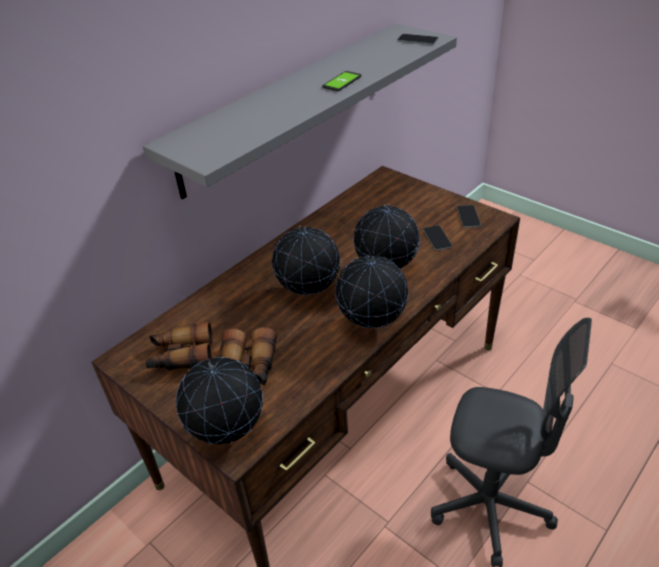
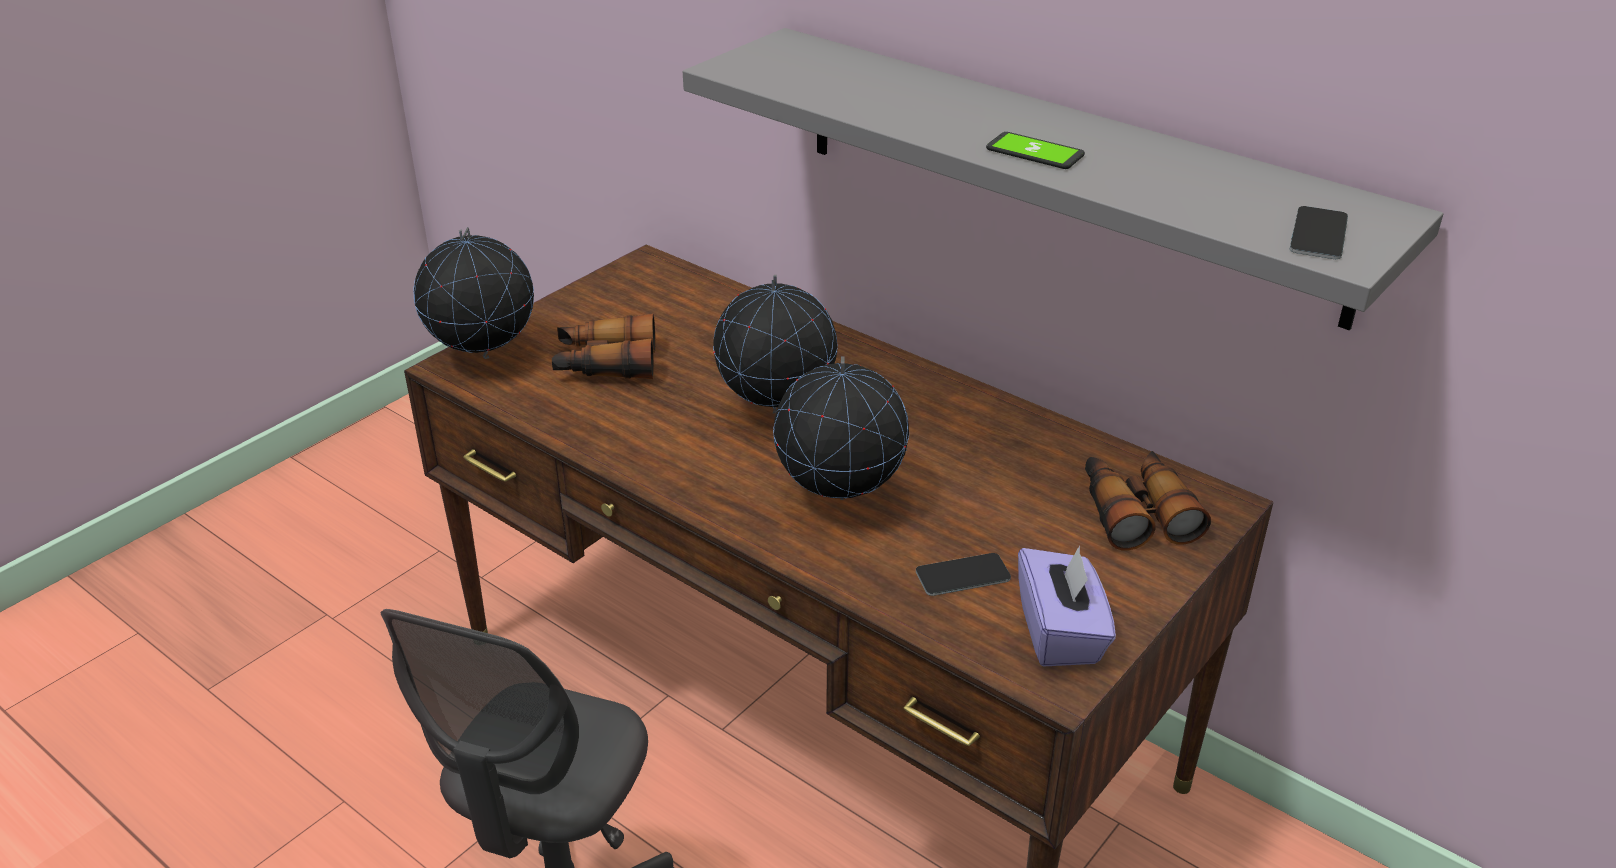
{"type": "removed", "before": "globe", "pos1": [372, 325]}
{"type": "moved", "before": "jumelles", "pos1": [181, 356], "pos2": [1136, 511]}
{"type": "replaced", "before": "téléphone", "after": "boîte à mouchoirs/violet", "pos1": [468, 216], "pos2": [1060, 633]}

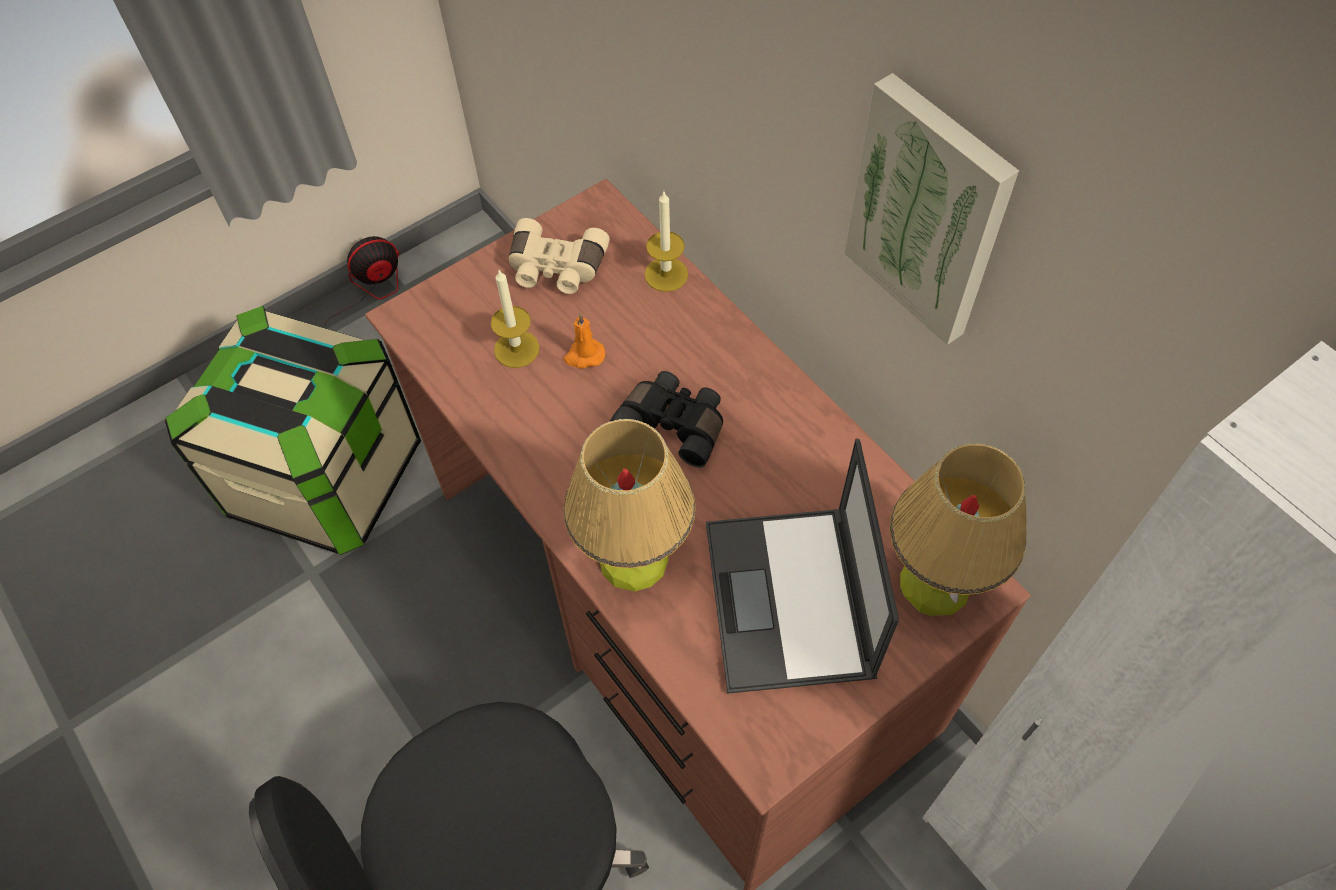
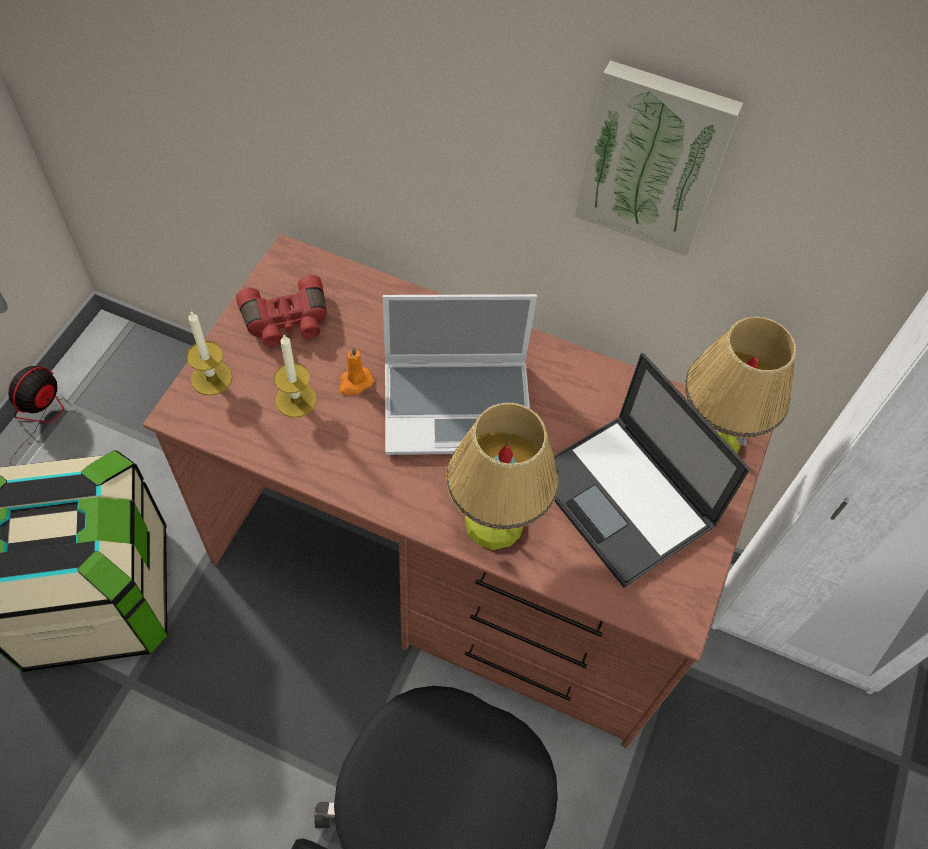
{"type": "moved", "before": "bougie", "pos1": [666, 274], "pos2": [211, 378]}
{"type": "replaced", "before": "jumelles/noir", "after": "ordinateur portable", "pos1": [674, 424], "pos2": [459, 406]}
{"type": "recoloured", "before": "jumelles/beige", "after": "jumelles/rouge", "pos1": [556, 269], "pos2": [286, 322]}

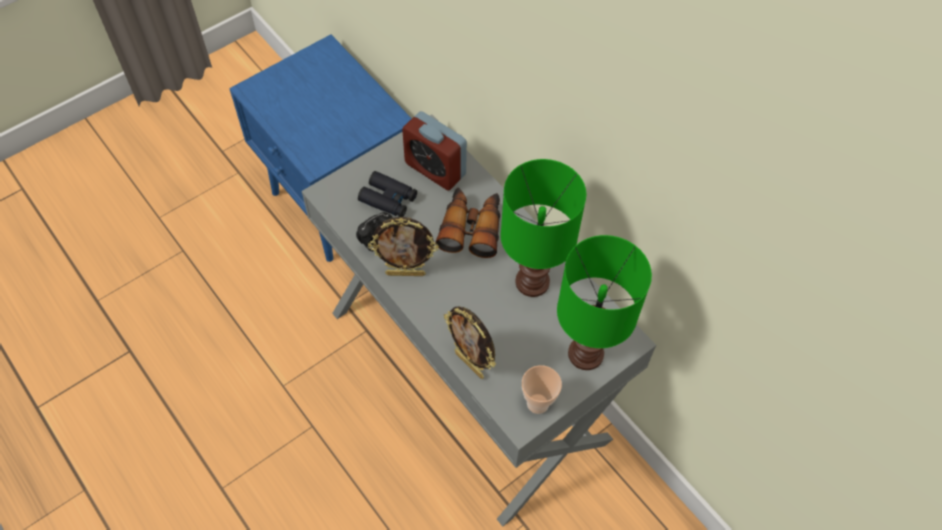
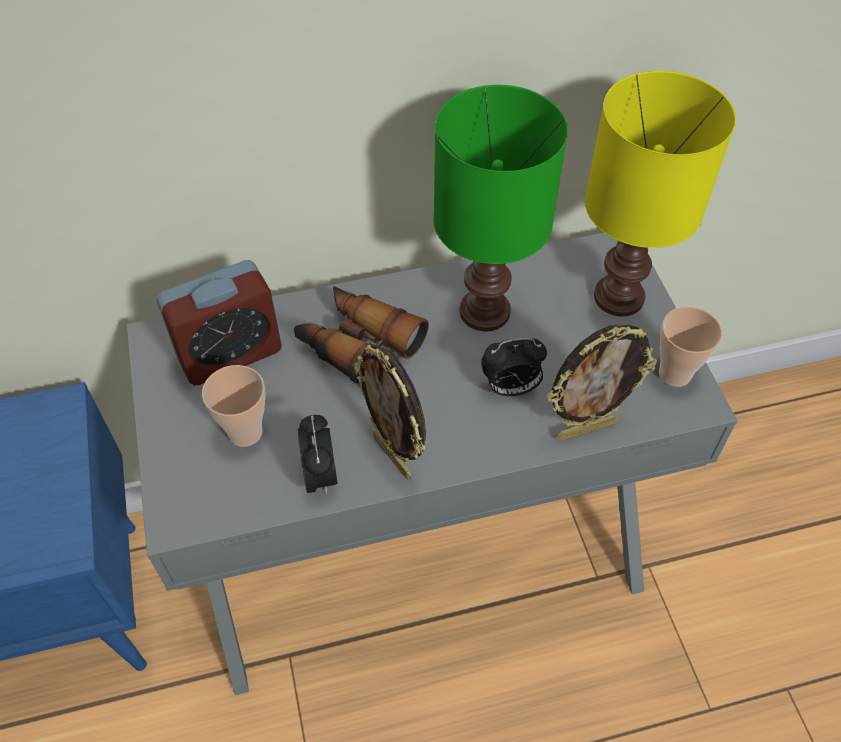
{"type": "added", "after": "réveil", "pos2": [510, 388]}
{"type": "replaced", "before": "jumelles/noir", "after": "tasse", "pos1": [388, 199], "pos2": [245, 432]}
{"type": "recoloured", "before": "lampe de table/vert", "after": "lampe de table/jaune", "pos1": [585, 352], "pos2": [616, 297]}
{"type": "turned", "before": "cadre photo", "pos1": [406, 273], "pos2": [394, 456], "turn": 120}

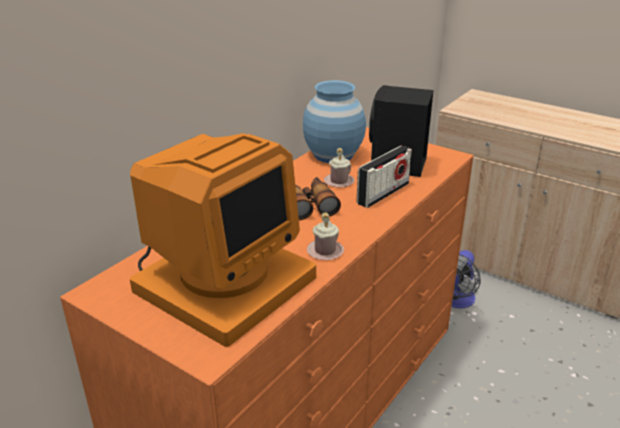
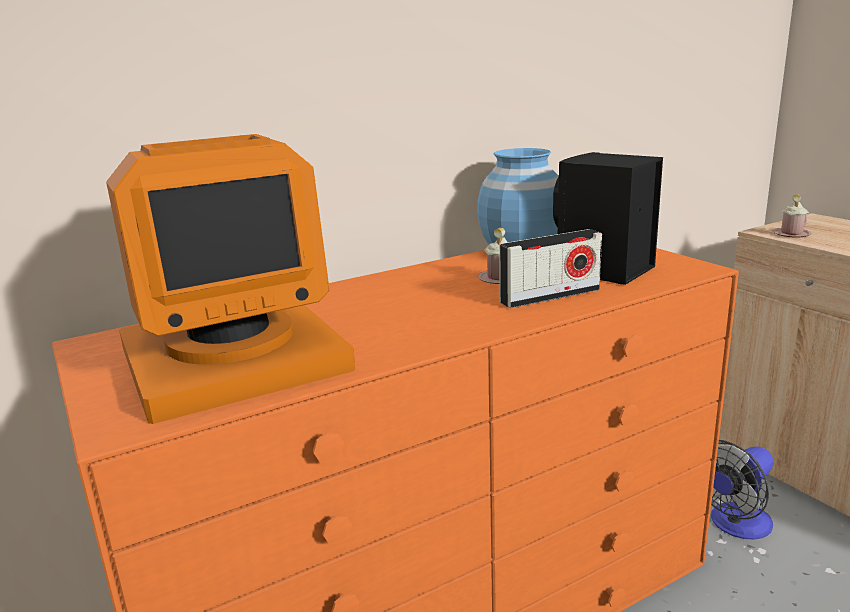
{"type": "removed", "before": "jumelles", "pos1": [308, 204]}
{"type": "moved", "before": "mug/rose", "pos1": [325, 251], "pos2": [791, 234]}

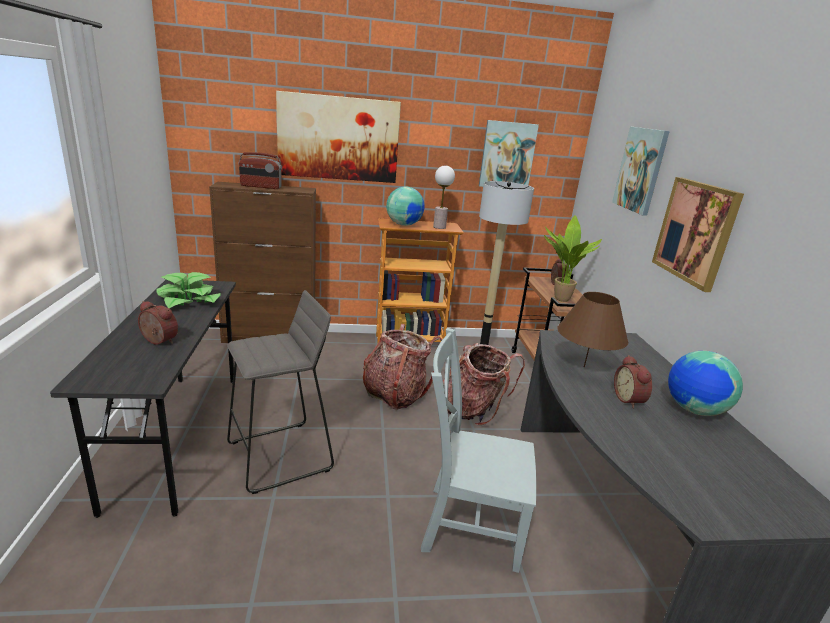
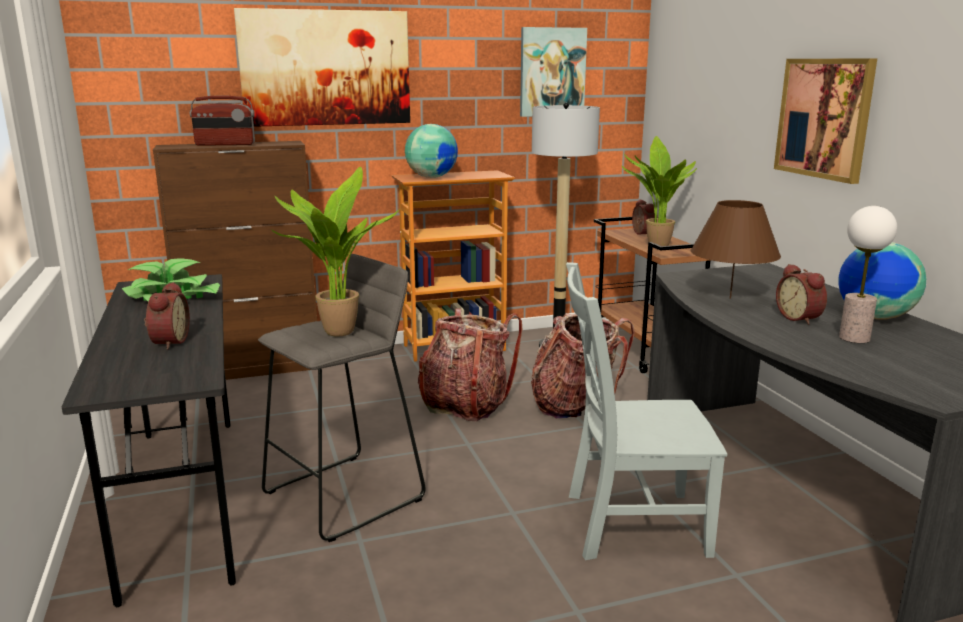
{"type": "removed", "before": "tableau", "pos1": [641, 170]}
{"type": "added", "after": "plante en pot", "pos2": [335, 331]}
{"type": "moved", "before": "lampe de table", "pos1": [439, 227], "pos2": [854, 338]}
{"type": "turned", "before": "réveil", "pos1": [158, 341], "pos2": [168, 342], "turn": 75}

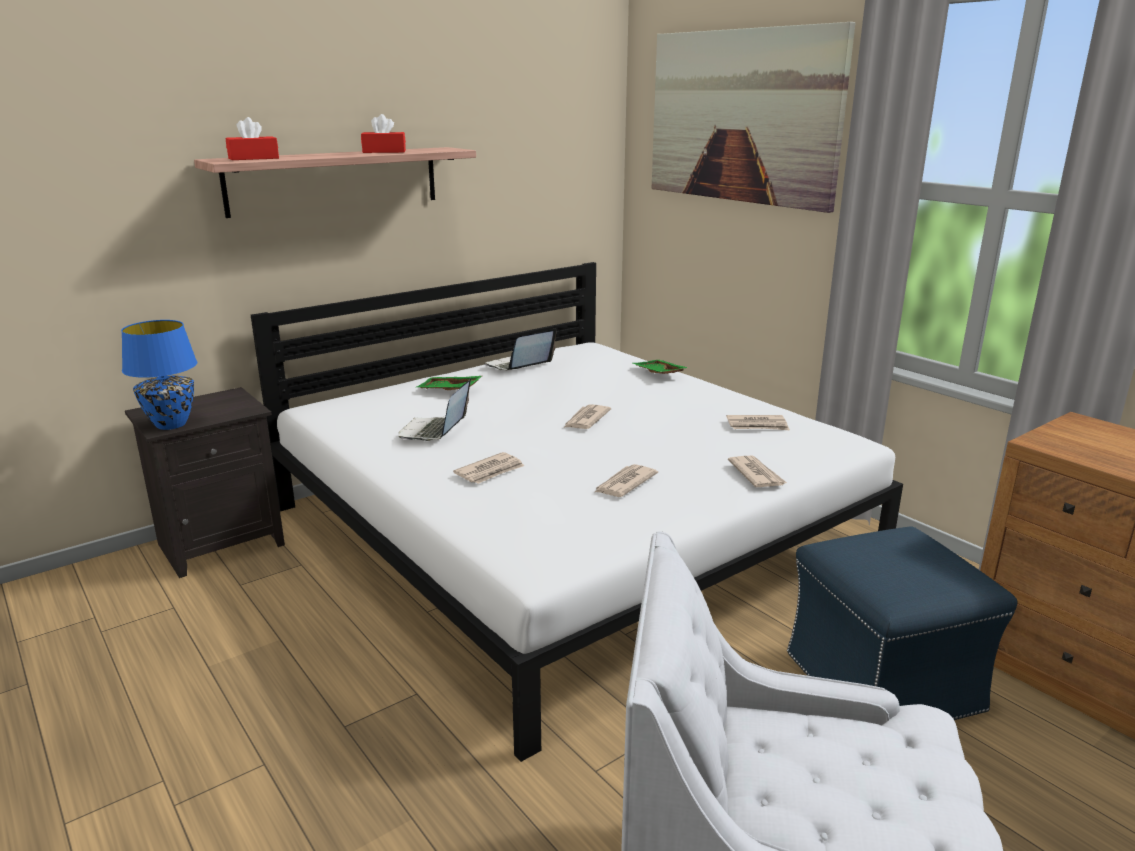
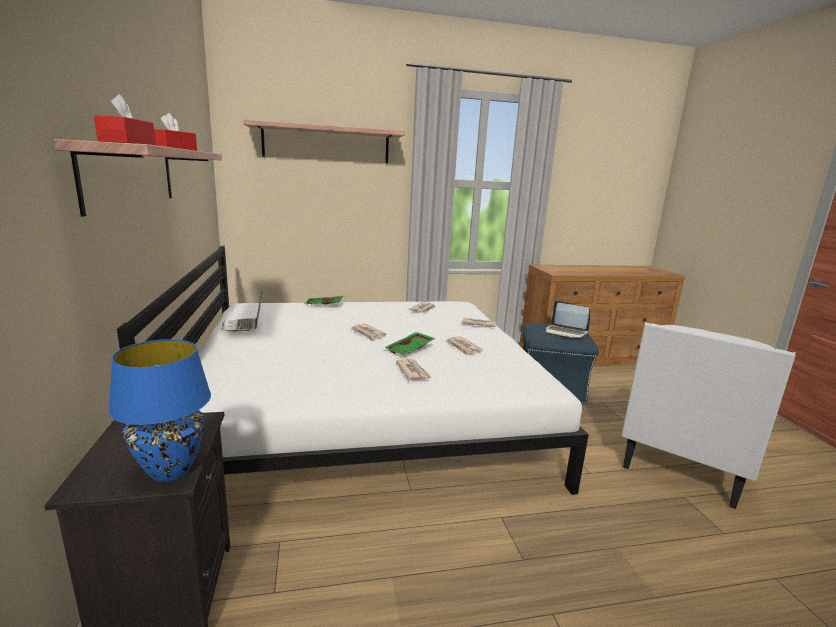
{"type": "moved", "before": "ordinateur portable", "pos1": [434, 431], "pos2": [565, 332]}
{"type": "moved", "before": "plateau/vert", "pos1": [449, 390], "pos2": [410, 349]}
{"type": "replaced", "before": "tableau", "after": "étagère", "pos1": [742, 116], "pos2": [326, 144]}

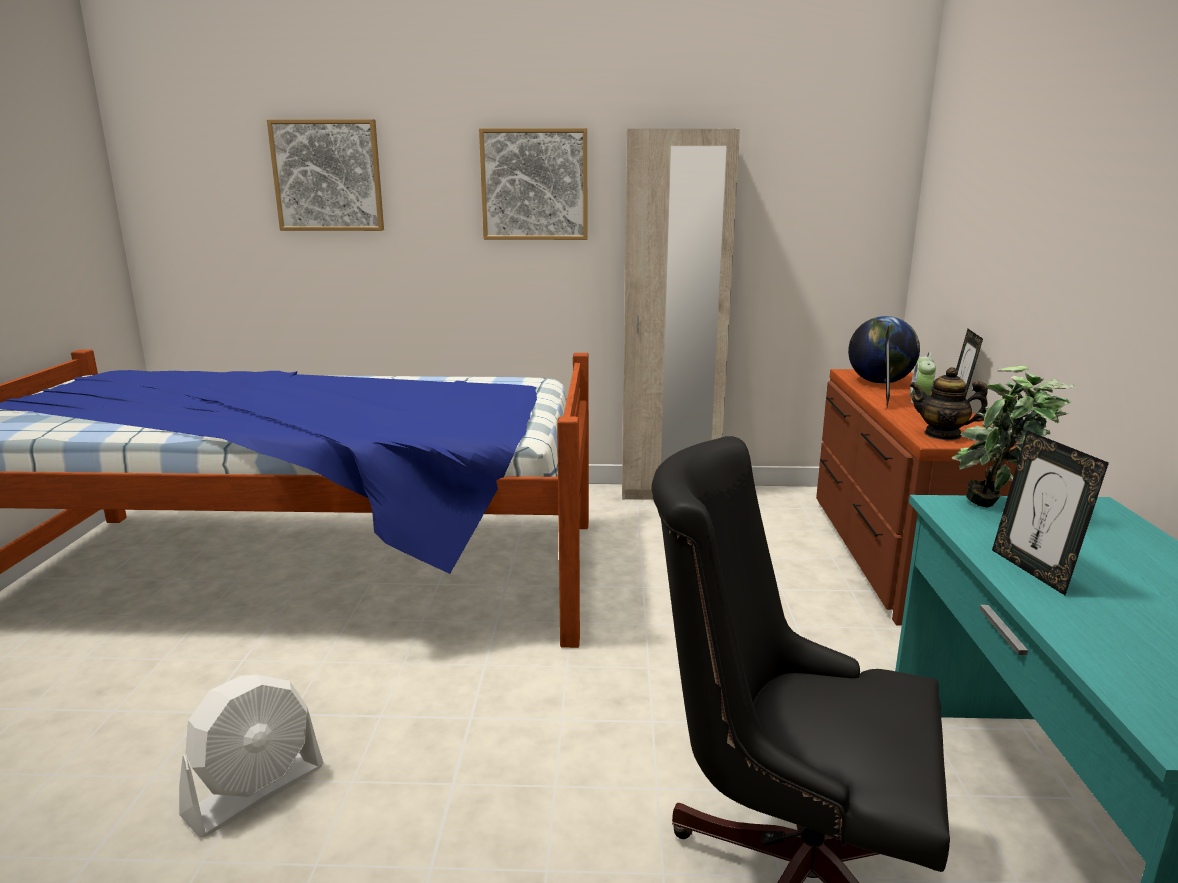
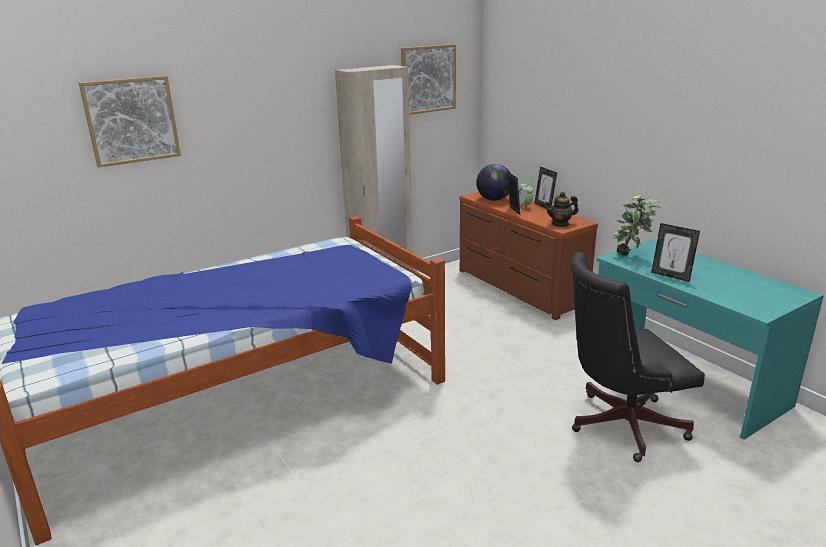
{"type": "removed", "before": "ventilateur/blanc", "pos1": [255, 790]}
{"type": "moved", "before": "tableau", "pos1": [534, 185], "pos2": [428, 79]}

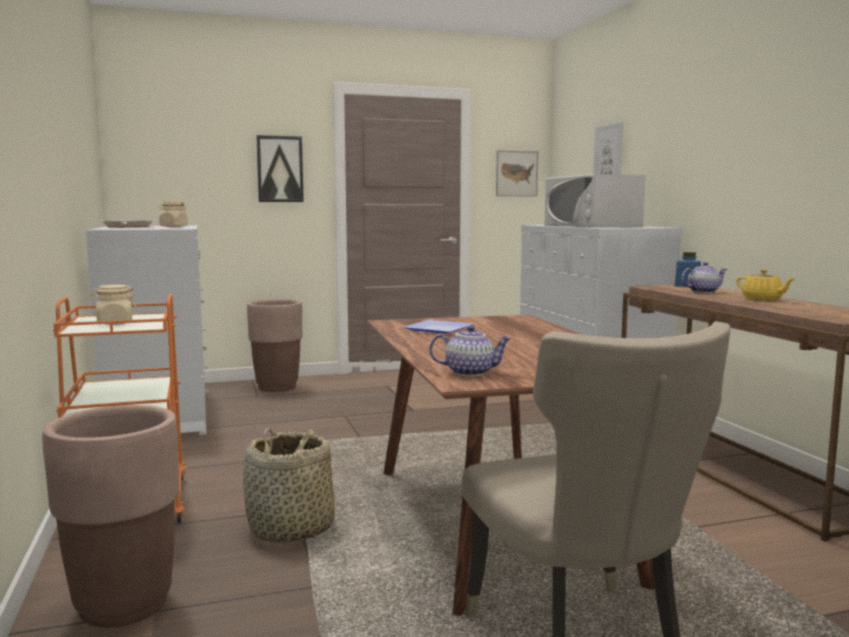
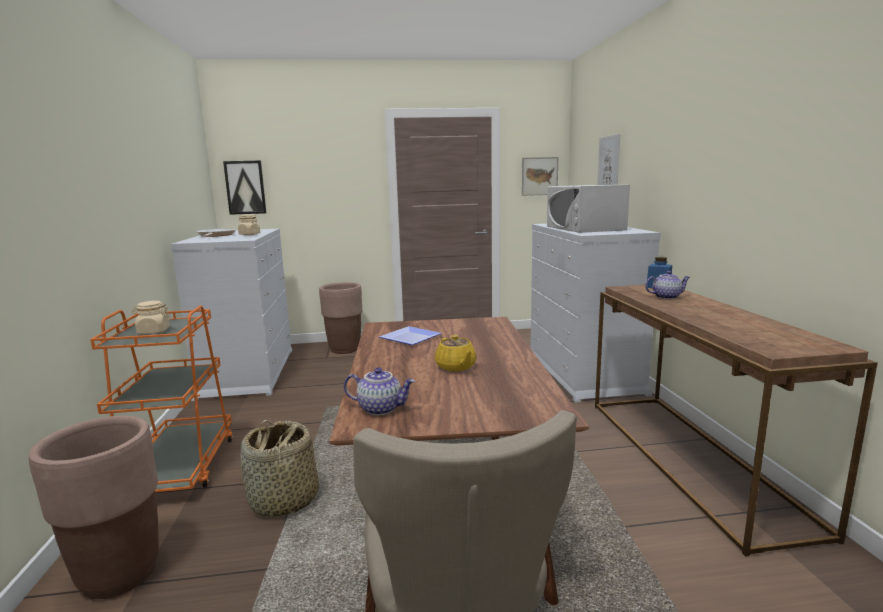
{"type": "moved", "before": "tableau", "pos1": [280, 169], "pos2": [245, 187]}
{"type": "moved", "before": "théière/jaune", "pos1": [762, 299], "pos2": [456, 367]}

